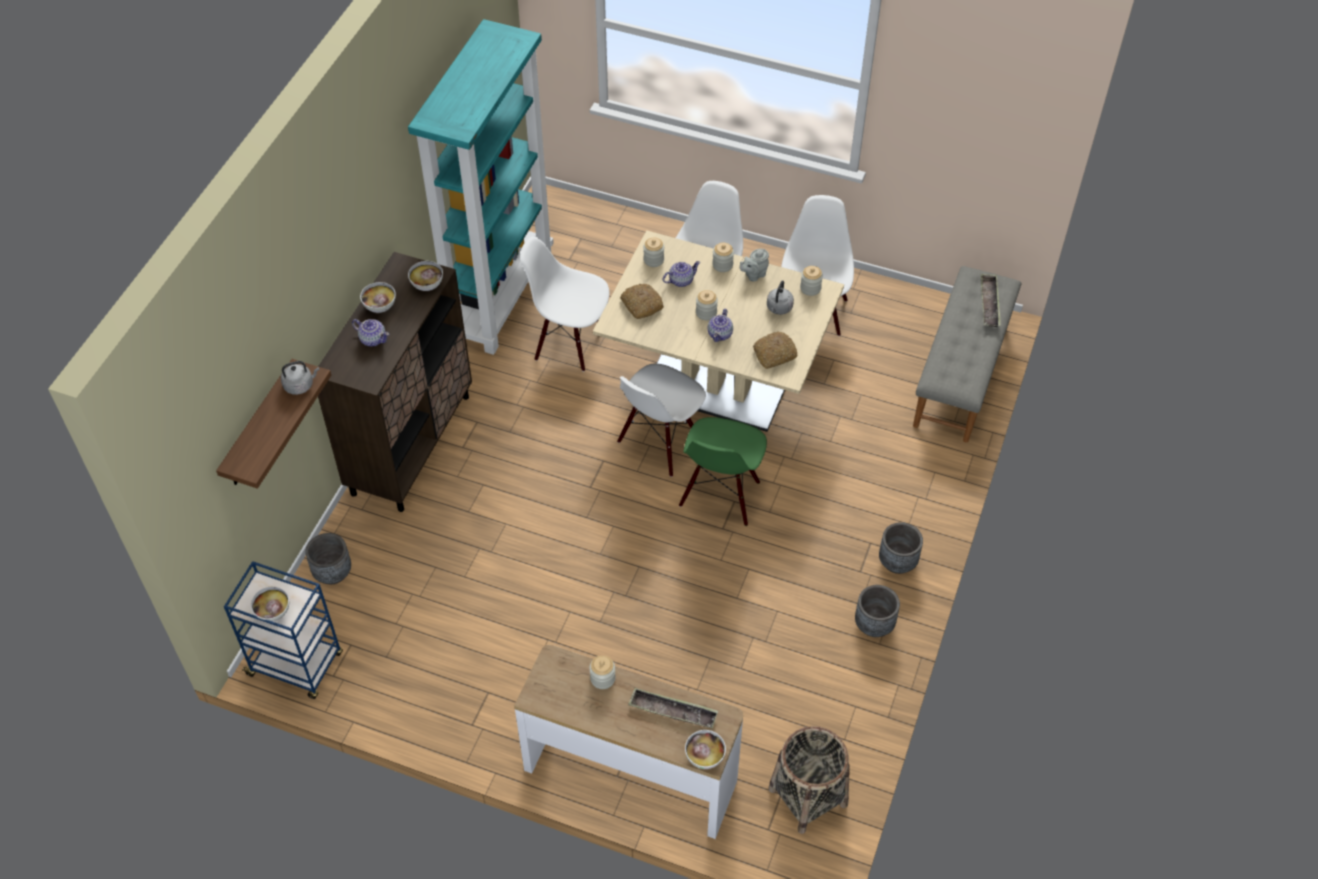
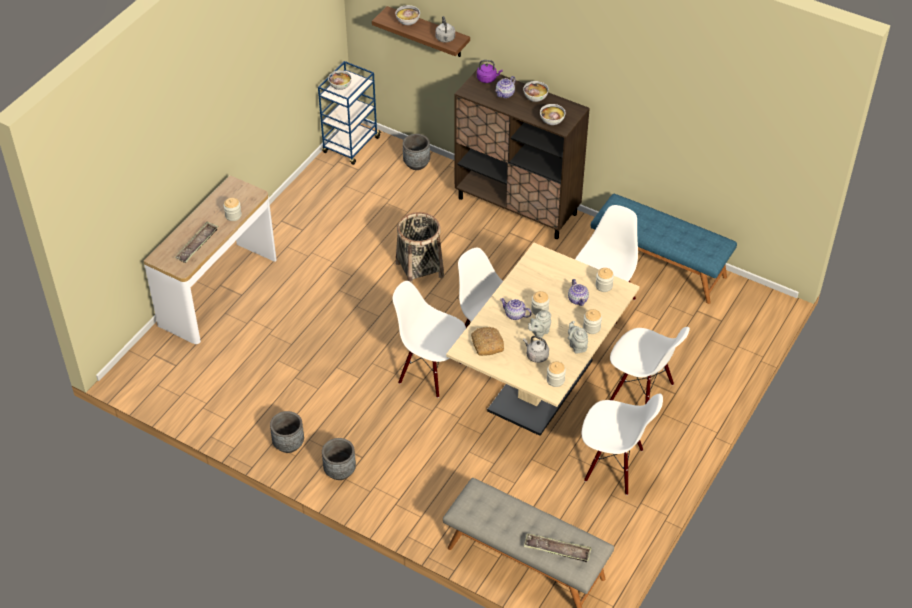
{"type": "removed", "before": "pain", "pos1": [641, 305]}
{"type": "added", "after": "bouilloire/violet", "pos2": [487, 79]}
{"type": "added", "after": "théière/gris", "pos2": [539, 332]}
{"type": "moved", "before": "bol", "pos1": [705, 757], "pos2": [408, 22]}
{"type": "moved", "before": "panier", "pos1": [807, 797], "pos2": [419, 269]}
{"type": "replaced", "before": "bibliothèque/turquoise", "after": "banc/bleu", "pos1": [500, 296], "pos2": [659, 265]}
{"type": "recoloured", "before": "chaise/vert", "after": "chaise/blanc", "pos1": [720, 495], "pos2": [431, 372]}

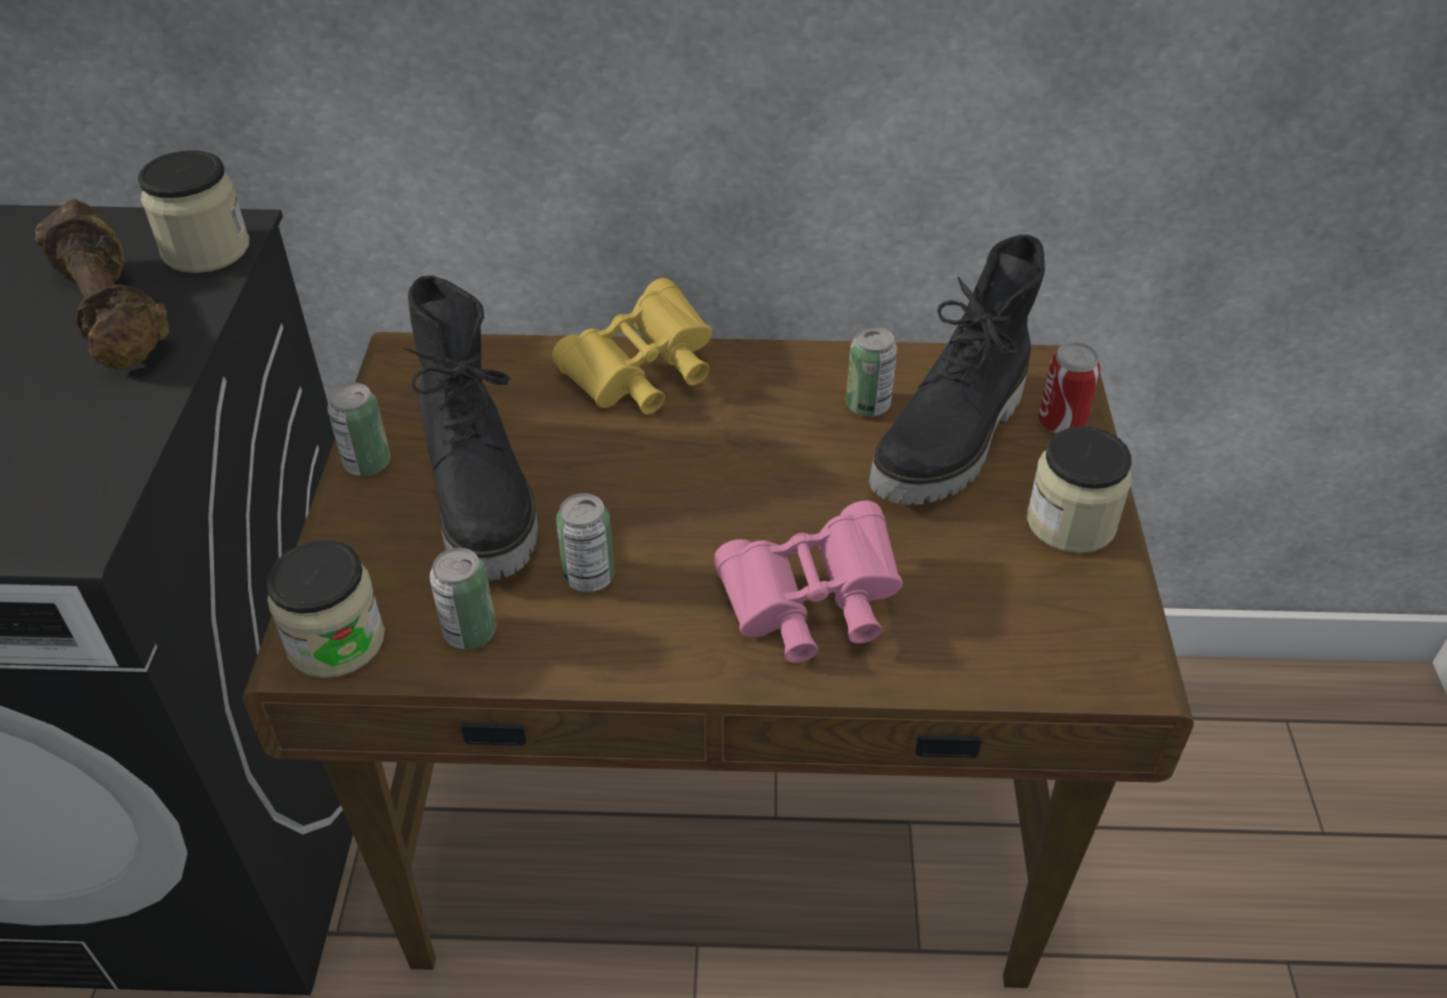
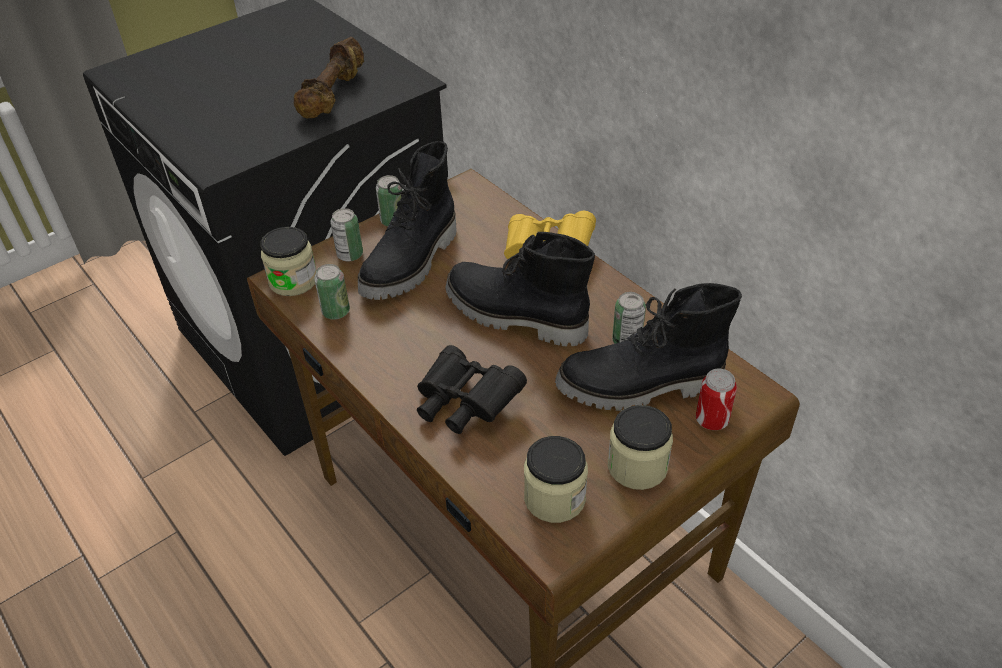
{"type": "added", "after": "botte/noir", "pos2": [514, 316]}
{"type": "moved", "before": "bocal", "pos1": [206, 250], "pos2": [554, 498]}
{"type": "moved", "before": "boîte métallique", "pos1": [589, 576], "pos2": [350, 255]}
{"type": "recoloured", "before": "jumelles/rose", "after": "jumelles/noir", "pos1": [810, 607], "pos2": [464, 404]}

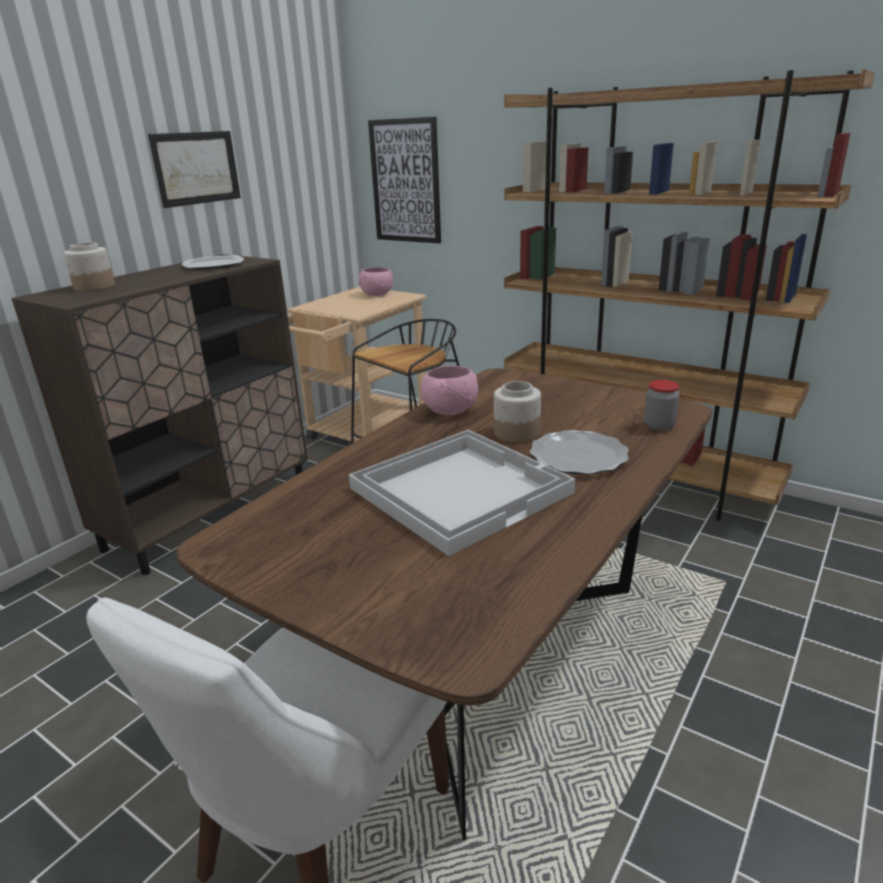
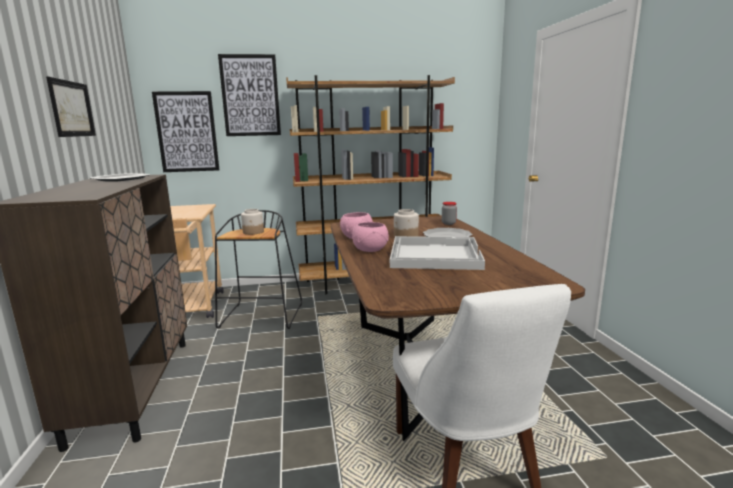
{"type": "added", "after": "tableau", "pos2": [250, 96]}
{"type": "moved", "before": "bocal", "pos1": [94, 287], "pos2": [253, 232]}
{"type": "moved", "before": "bol/rose", "pos1": [377, 295], "pos2": [370, 250]}

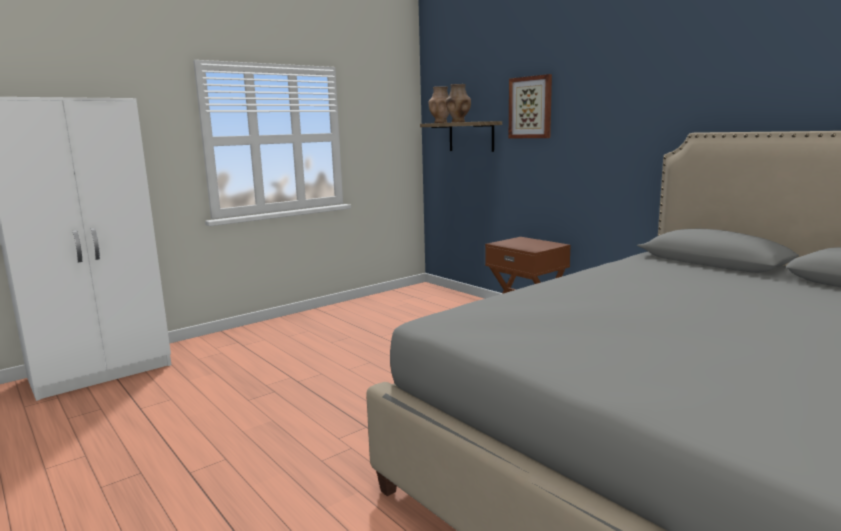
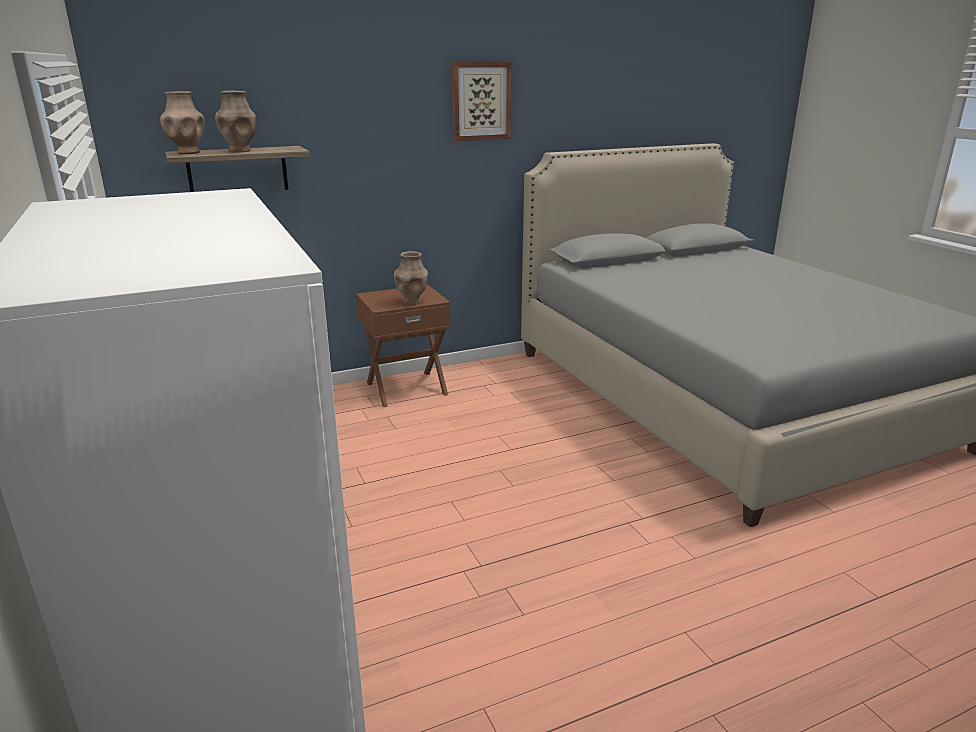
{"type": "added", "after": "vase/marron", "pos2": [412, 302]}
{"type": "moved", "before": "tableau", "pos1": [530, 107], "pos2": [480, 101]}

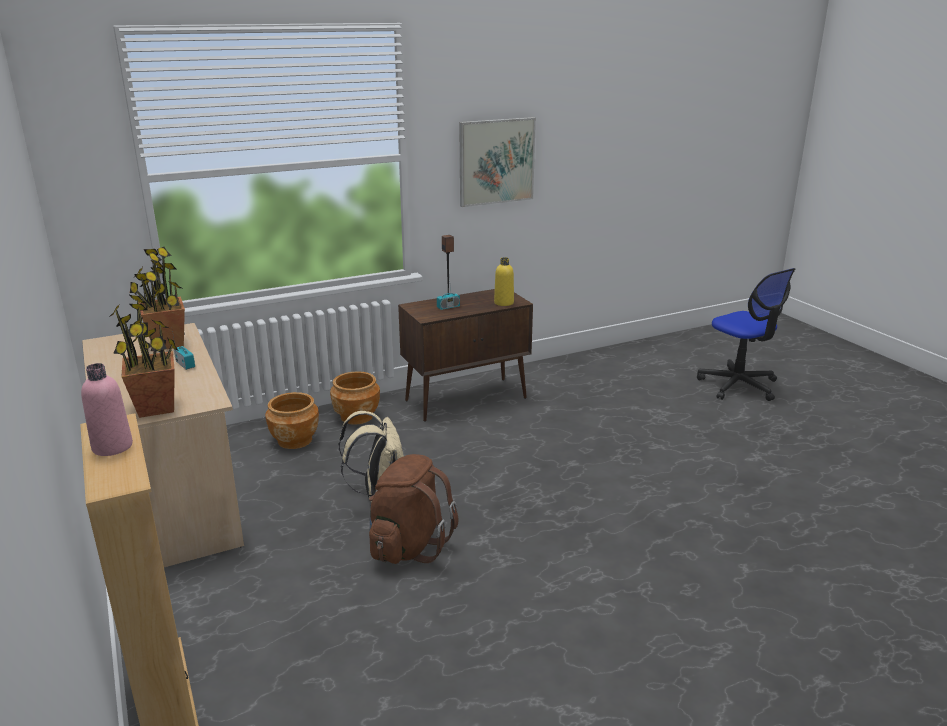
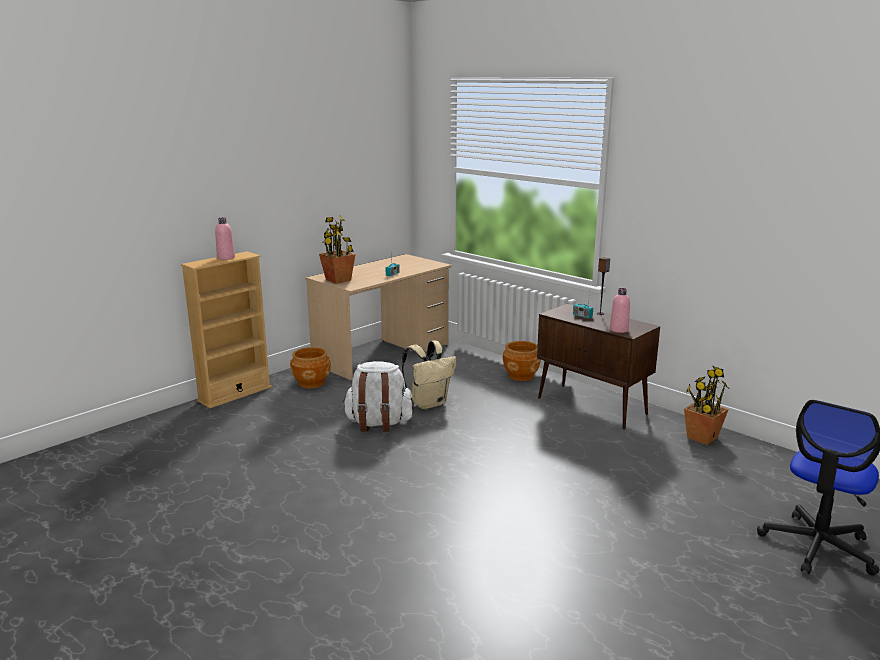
{"type": "removed", "before": "tableau", "pos1": [496, 161]}
{"type": "moved", "before": "plante en pot", "pos1": [168, 344], "pos2": [702, 438]}
{"type": "moved", "before": "cache-pot/marron", "pos1": [295, 440], "pos2": [311, 383]}
{"type": "recoloured", "before": "sac à dos/marron", "after": "sac à dos/blanc", "pos1": [408, 545], "pos2": [378, 423]}
{"type": "recoloured", "before": "bouteille/jaune", "after": "bouteille/rose", "pos1": [504, 303], "pos2": [619, 330]}

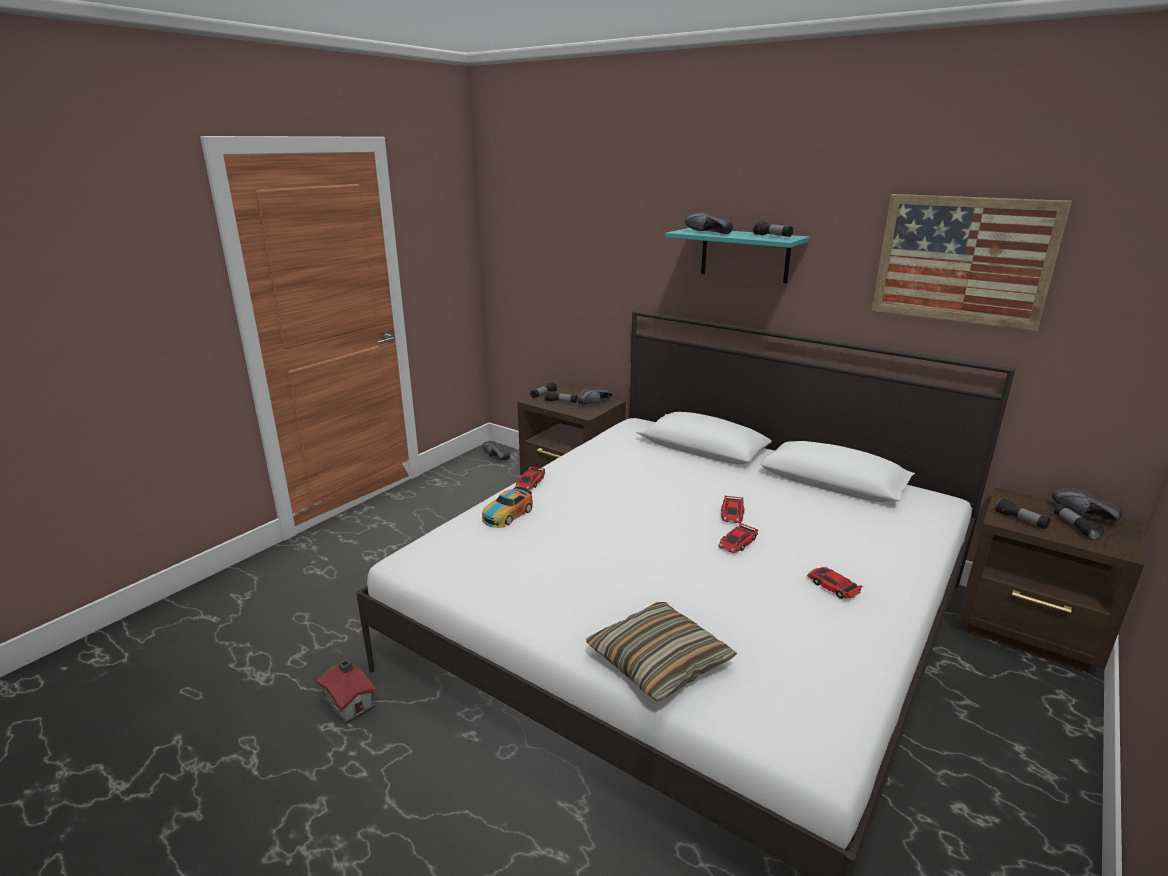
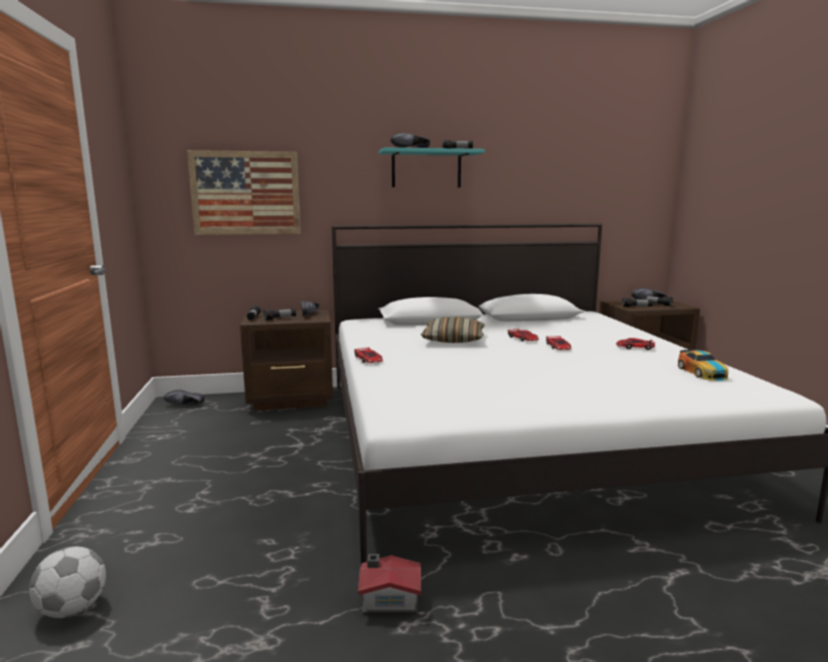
{"type": "added", "after": "ballon de foot", "pos2": [73, 609]}
{"type": "moved", "before": "petite voiture", "pos1": [507, 514], "pos2": [702, 372]}
{"type": "moved", "before": "coussin", "pos1": [659, 662], "pos2": [453, 340]}
{"type": "moved", "before": "tableau", "pos1": [962, 260], "pos2": [245, 193]}

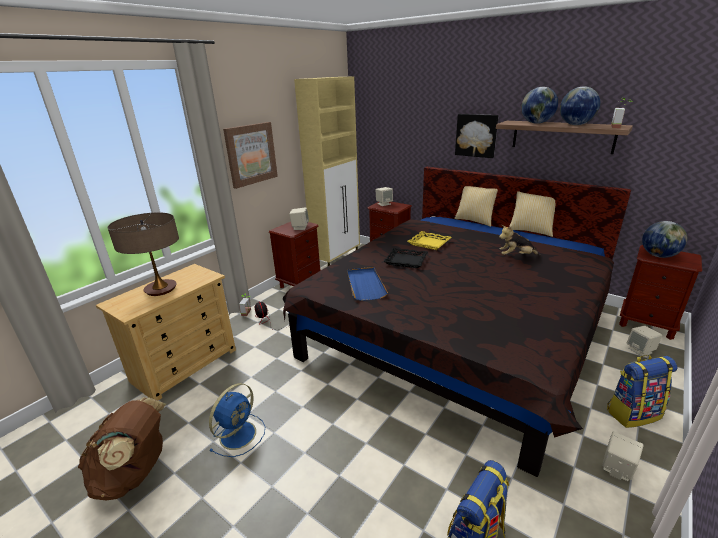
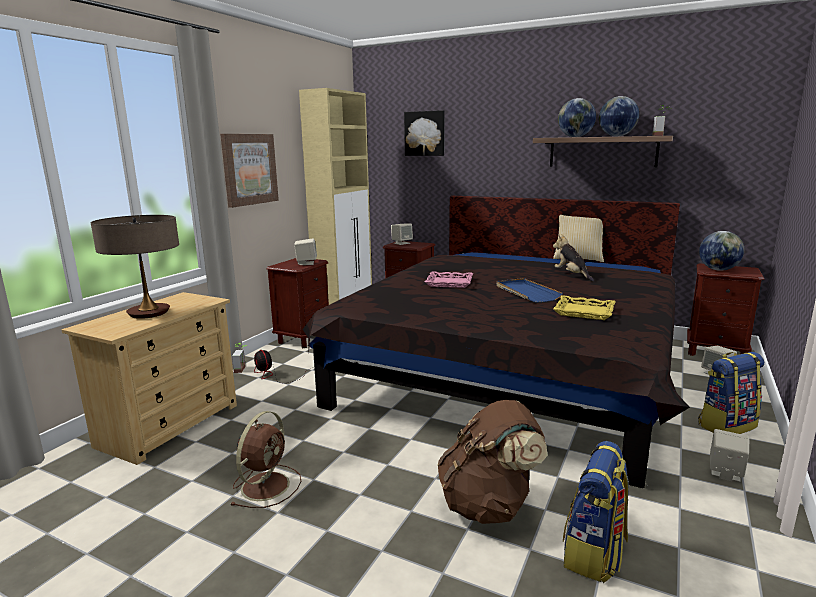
{"type": "removed", "before": "coussin", "pos1": [475, 221]}
{"type": "moved", "before": "sac à dos/marron", "pos1": [135, 473], "pos2": [489, 505]}
{"type": "moved", "before": "plateau/bleu", "pos1": [365, 285], "pos2": [526, 292]}
{"type": "moved", "before": "plateau/jaune", "pos1": [429, 243], "pos2": [584, 312]}
{"type": "moved", "before": "tableau", "pos1": [476, 135], "pos2": [425, 133]}
{"type": "recoloured", "before": "ventilateur/bleu", "after": "ventilateur/marron", "pos1": [239, 434], "pos2": [266, 485]}
{"type": "recoloured", "before": "plateau/noir", "after": "plateau/rose", "pos1": [405, 261], "pos2": [449, 283]}
{"type": "turned", "before": "peluche", "pos1": [516, 256], "pos2": [571, 275], "turn": 75}

